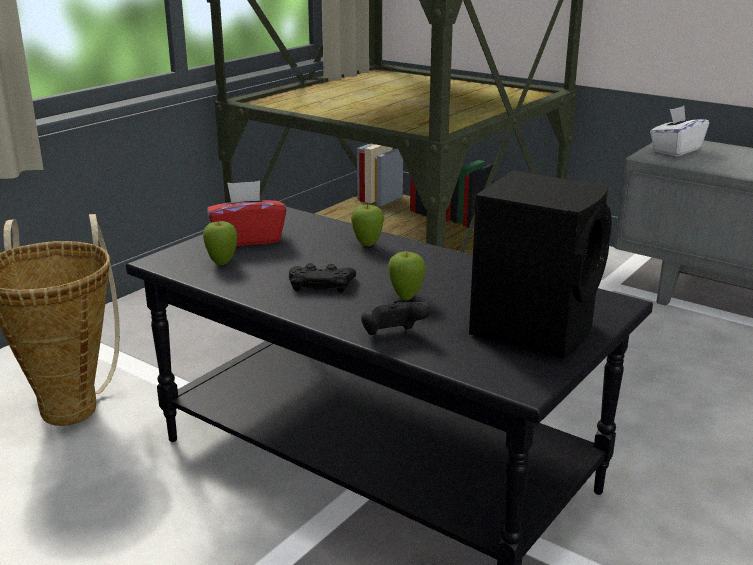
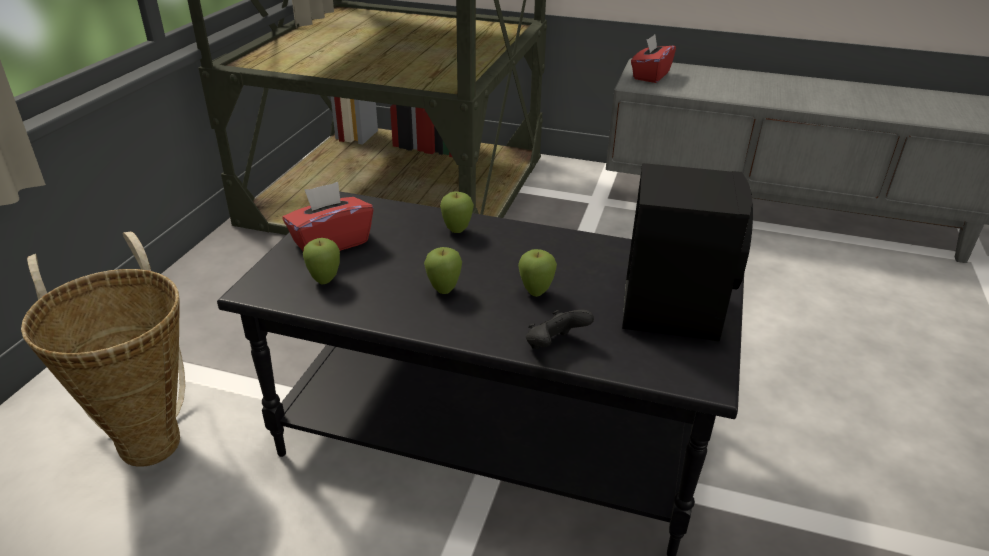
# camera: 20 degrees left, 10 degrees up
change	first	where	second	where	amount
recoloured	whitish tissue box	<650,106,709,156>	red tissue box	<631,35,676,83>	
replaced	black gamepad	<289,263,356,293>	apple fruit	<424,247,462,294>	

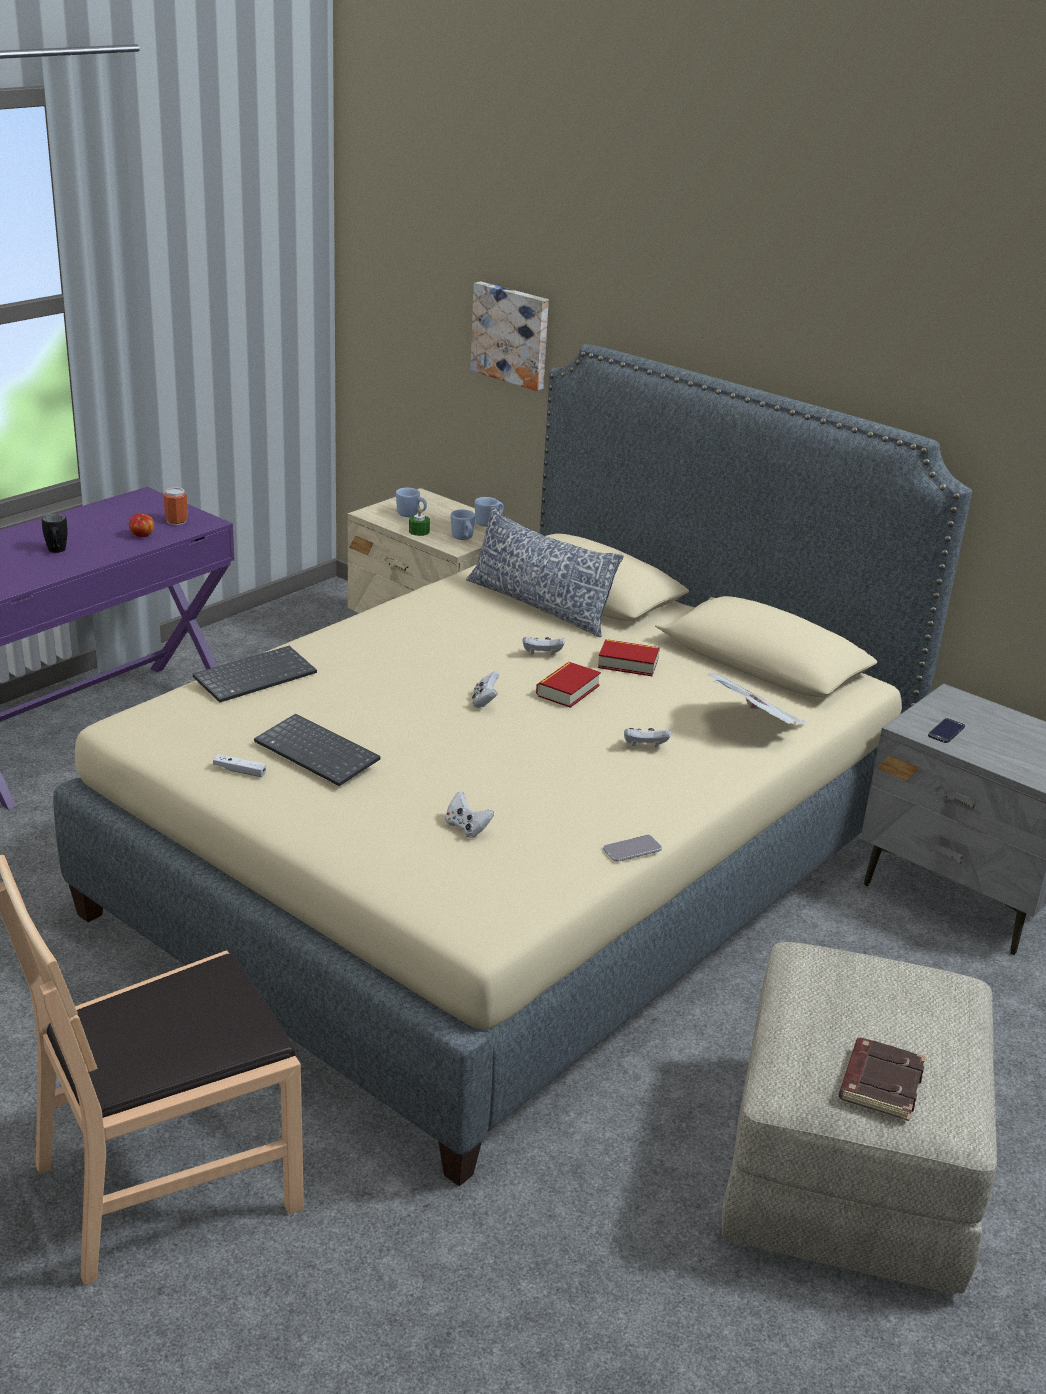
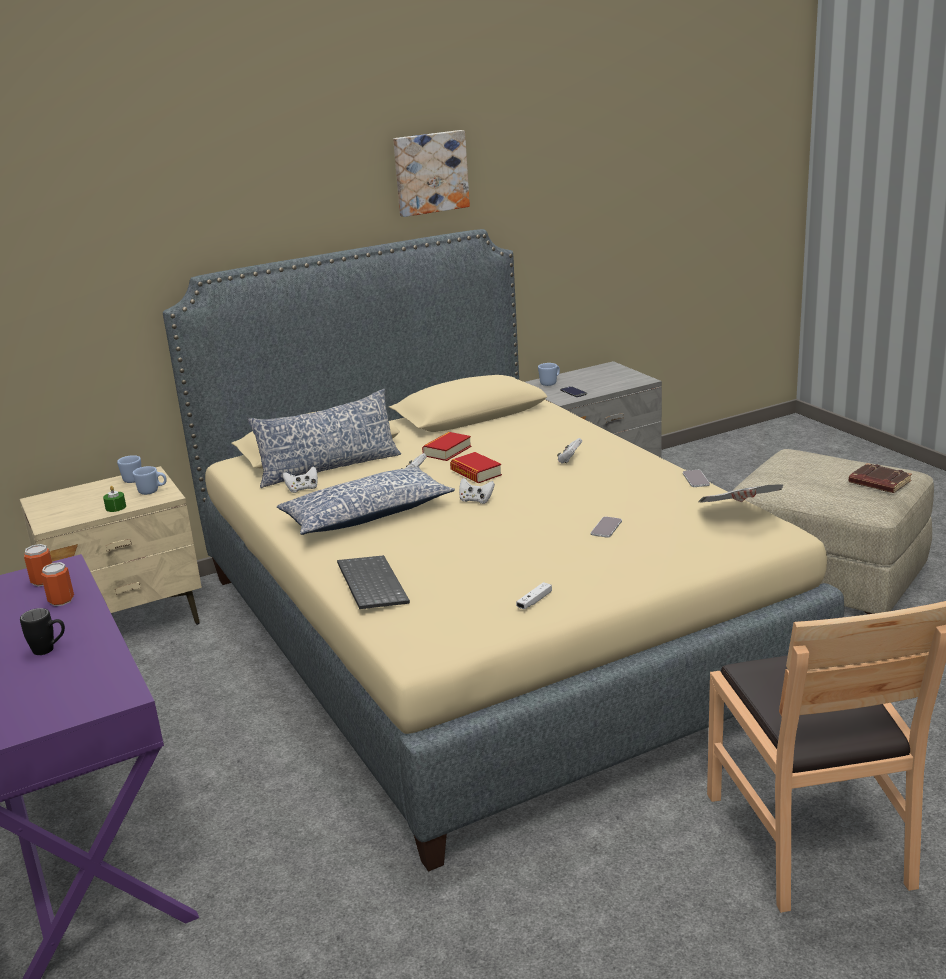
# camera: 65 degrees left, 5 degrees down
change	first	where	second	where	amount
moved	wall art	<470,281,549,391>		<393,130,470,217>	
moved	blue tea mug	<396,488,427,517>		<538,363,560,386>	
replaced	apple fruit	<129,514,154,537>	metal can	<41,562,74,606>	
moved	daily paper	<708,673,807,726>		<698,484,783,503>	
removed	keyboard	<254,714,381,786>			
moved	whitish gamepad	<445,791,494,838>		<283,466,318,493>	
added			cushion	<277,467,455,535>	
added			handset	<591,517,622,538>	

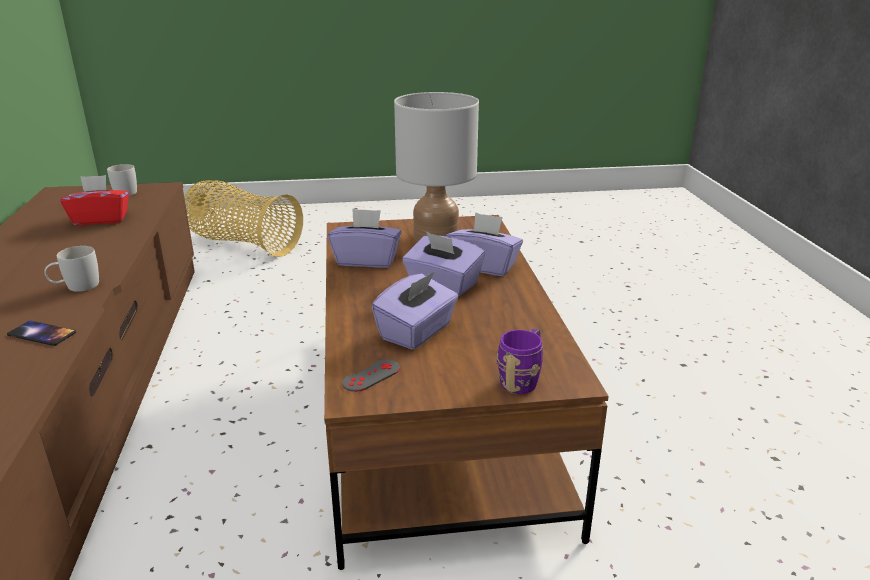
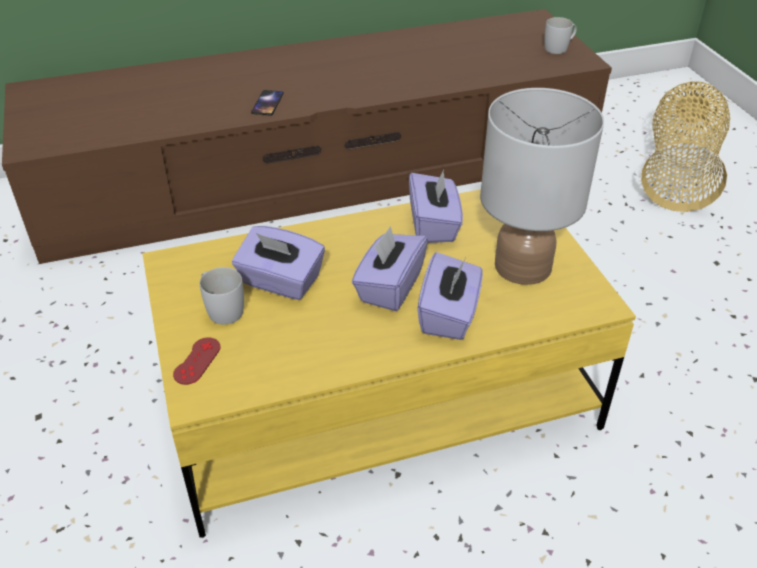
# camera: 80 degrees right, 15 degrees up
change	first	where	second	where	amount
removed	red tissue box	<60,175,129,225>			
recoloured	brownish lounge table	<324,215,609,570>	yellow lounge table	<142,189,636,538>	
moved	whitish tea mug	<44,246,99,292>		<200,267,244,325>	
replaced	purple tea mug	<496,329,543,394>	red gamepad	<173,337,221,385>	
removed	gray gamepad	<342,359,400,392>			

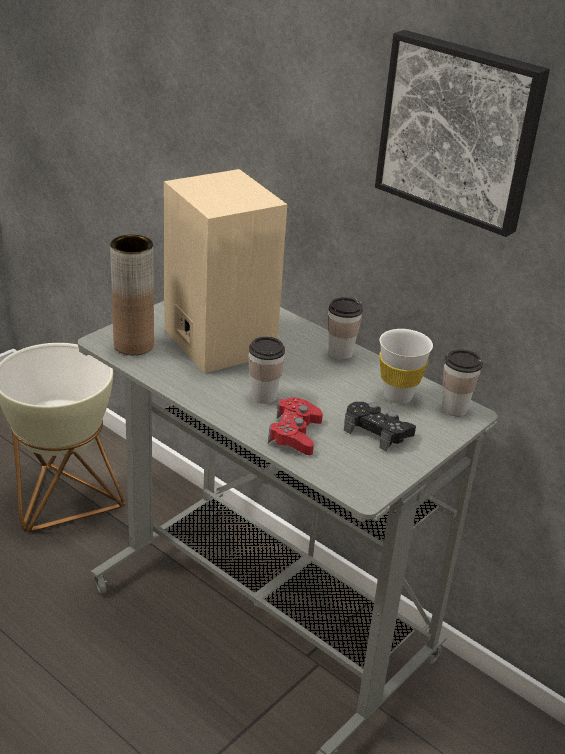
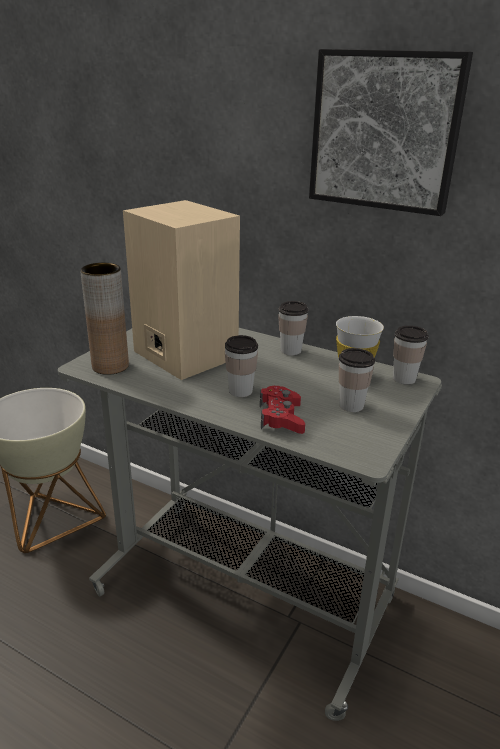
# camera: 10 degrees left, 5 degrees down
change	first	where	second	where	amount
replaced	black gamepad	<344,402,416,451>	small cup	<339,348,375,412>	

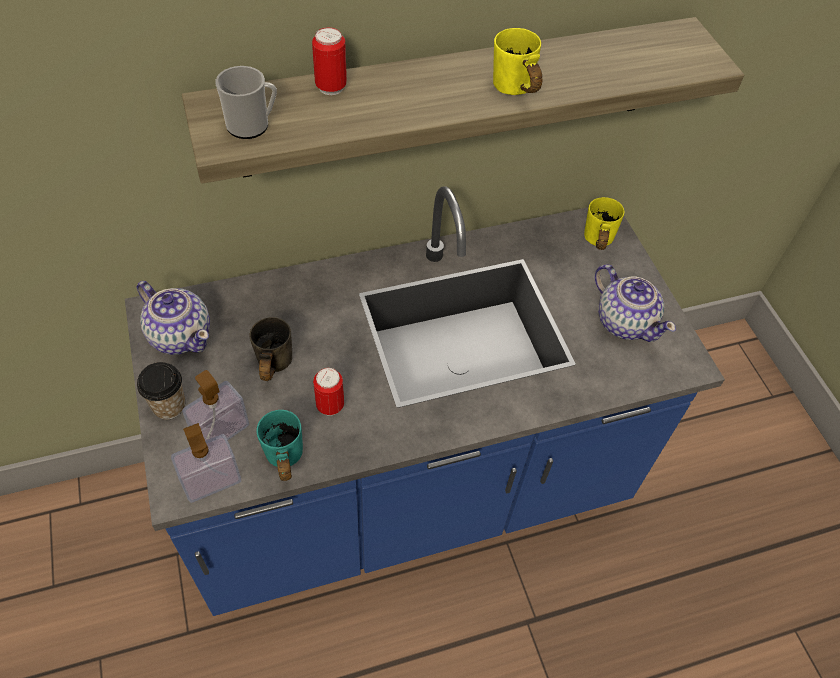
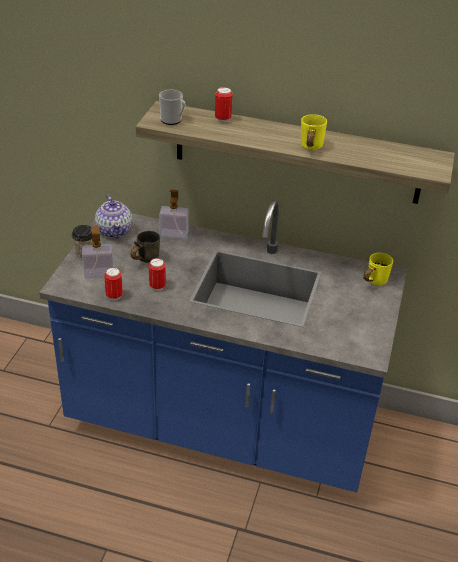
# camera: 35 degrees right, 15 degrees down
change	first	where	second	where	amount
removed	pot for tea	<595,264,676,342>			
replaced	turquoise-coloured tea mug	<256,410,303,481>	metal can	<104,267,123,300>	
moved	soap bottle	<171,423,241,503>		<159,190,189,239>	

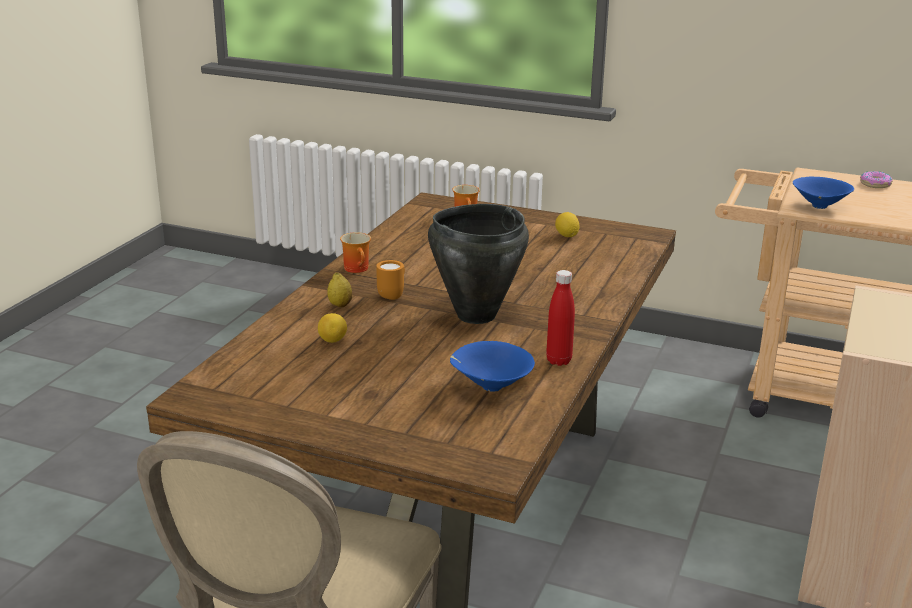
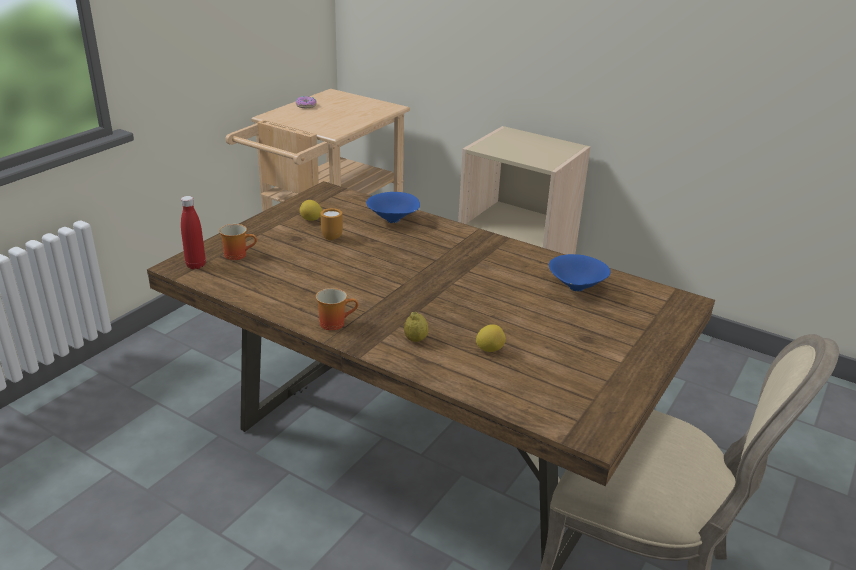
# camera: 80 degrees left, 5 degrees up
change	first	where	second	where	amount
moved	blue bowl	<793,177,854,209>		<366,192,420,223>	
removed	black cooking pot	<428,204,529,324>			
moved	orange-coloured tea mug	<376,260,405,300>		<320,208,343,240>	
moved	red bottle	<546,270,575,366>		<181,196,206,269>	

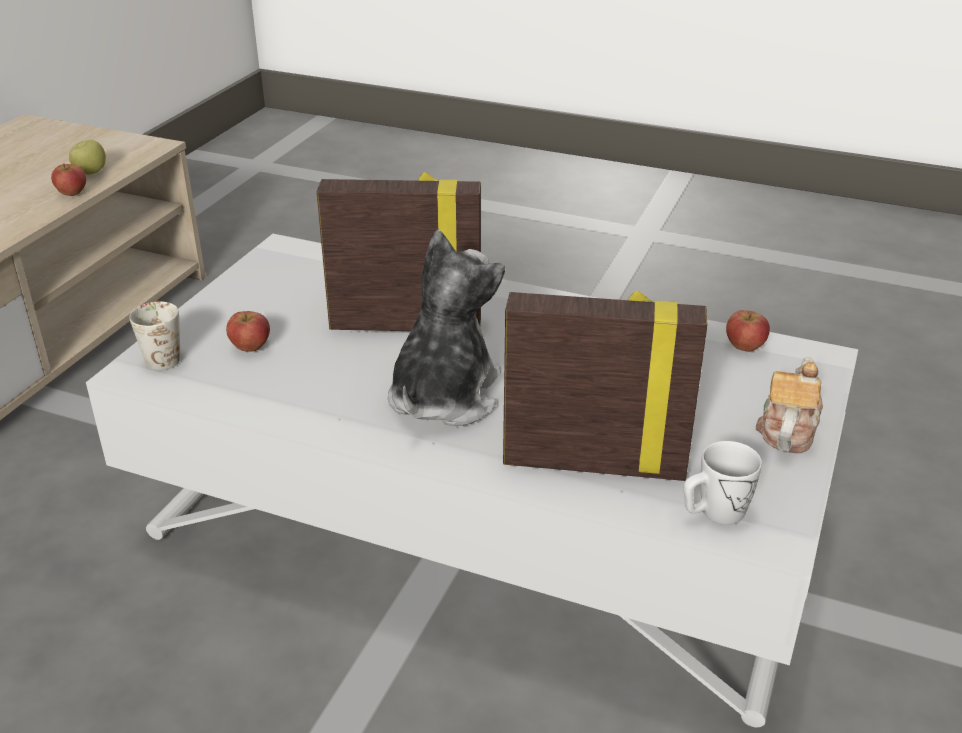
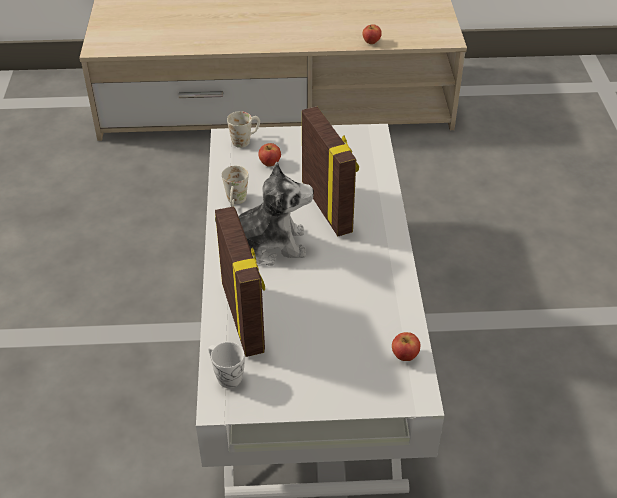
# camera: 65 degrees right, 10 degrees up
change	first	where	second	where	amount
removed	apple fruit	<69,140,106,175>			
removed	pot for tea	<756,357,823,453>			
added			whitish tea mug	<222,166,249,207>	

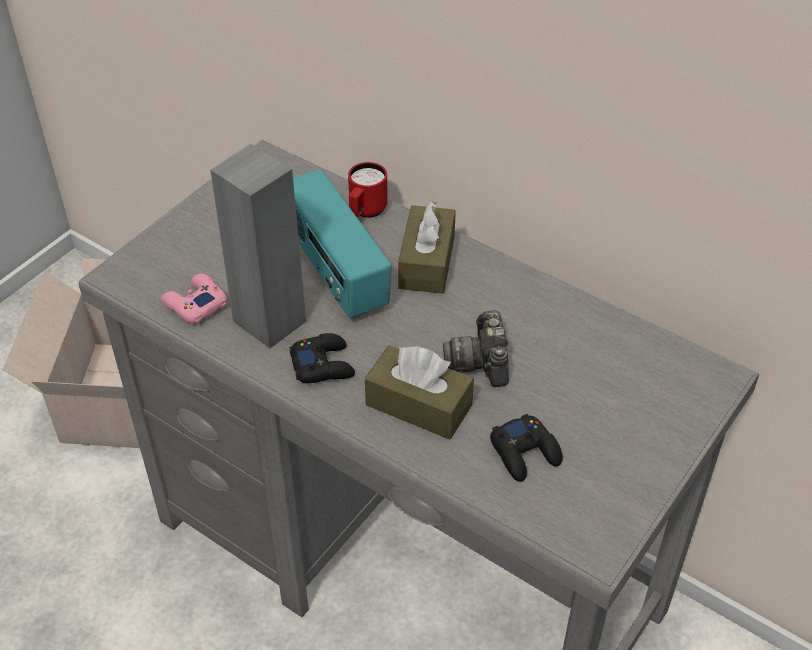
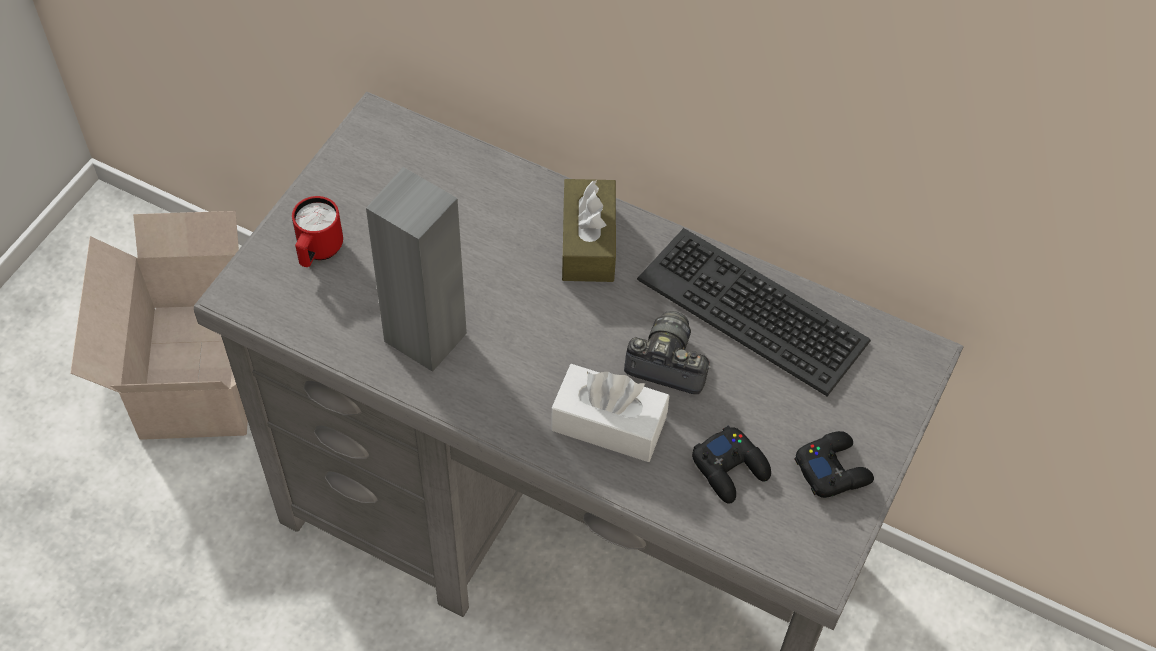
# camera: 10 degrees left, 10 degrees up
change	first	where	second	where	amount
moved	red tea mug	<348,162,388,218>		<292,196,343,267>	
removed	radio	<293,169,392,319>			
removed	pink-coloured gamepad	<161,274,227,323>			
turned	photo camera	<443,310,509,387>		<624,311,712,394>	120 degrees clockwise
moved	black gamepad	<289,333,355,383>		<795,431,874,498>	
recoloured	brownish tissue box	<365,345,474,440>	whitish tissue box	<551,364,669,462>	
added			keyboard	<637,228,871,396>	

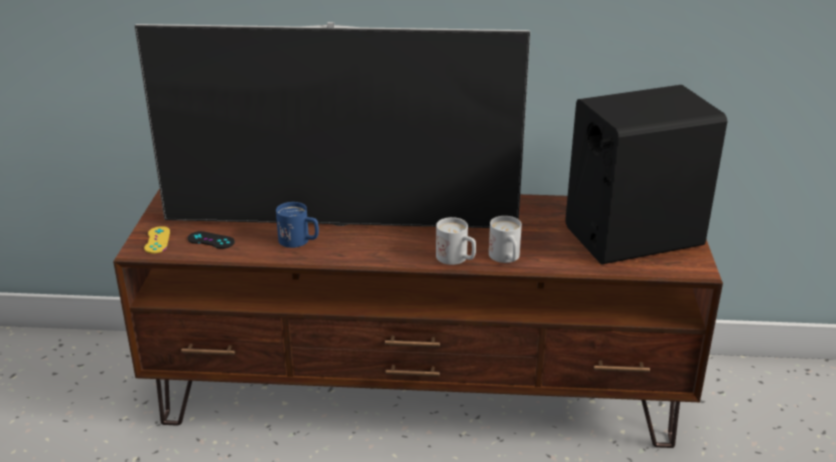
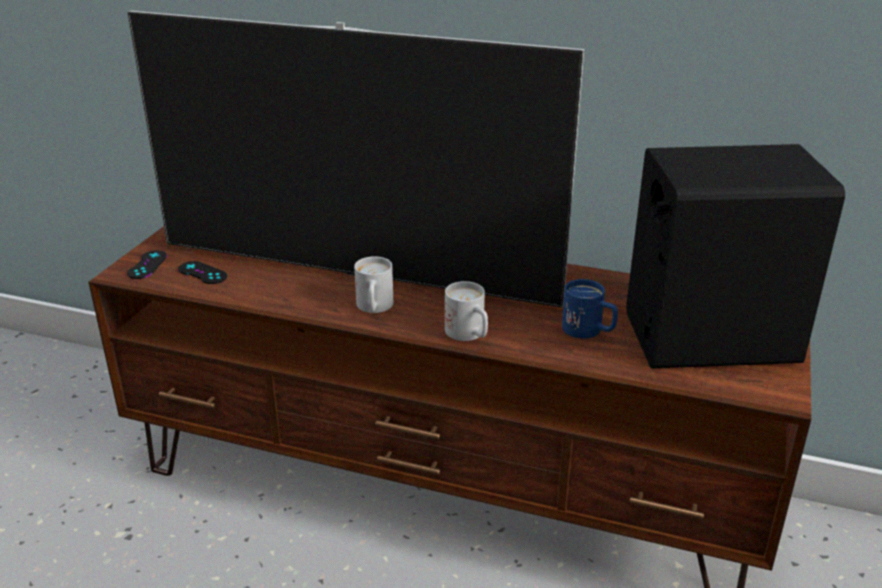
# camera: 15 degrees right, 0 degrees up
change	first	where	second	where	amount
moved	blue tea mug	<276,202,319,248>		<562,279,618,338>	
moved	whitish tea mug	<489,216,522,263>		<354,256,393,313>	
recoloured	yellow gamepad	<144,226,170,253>	black gamepad	<127,250,167,279>	

